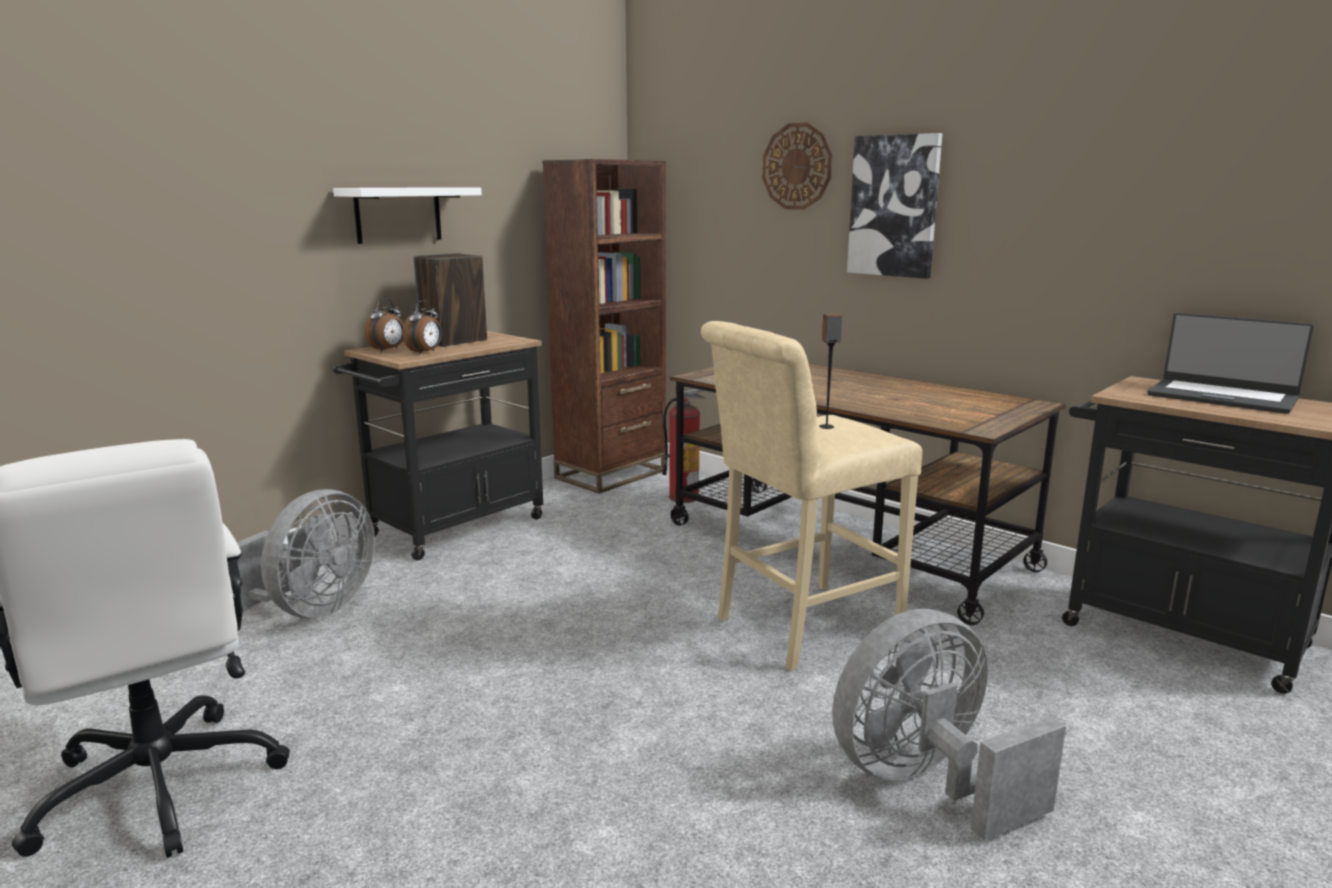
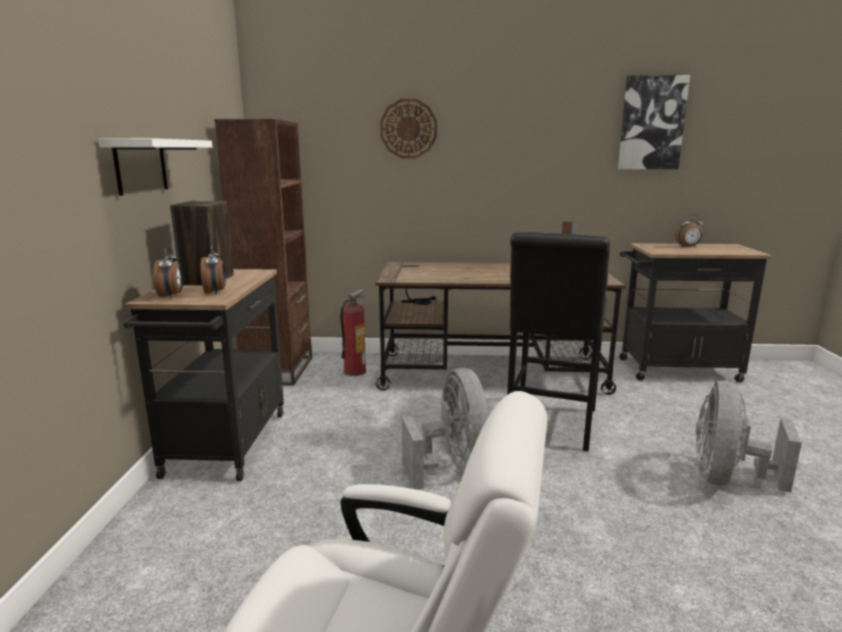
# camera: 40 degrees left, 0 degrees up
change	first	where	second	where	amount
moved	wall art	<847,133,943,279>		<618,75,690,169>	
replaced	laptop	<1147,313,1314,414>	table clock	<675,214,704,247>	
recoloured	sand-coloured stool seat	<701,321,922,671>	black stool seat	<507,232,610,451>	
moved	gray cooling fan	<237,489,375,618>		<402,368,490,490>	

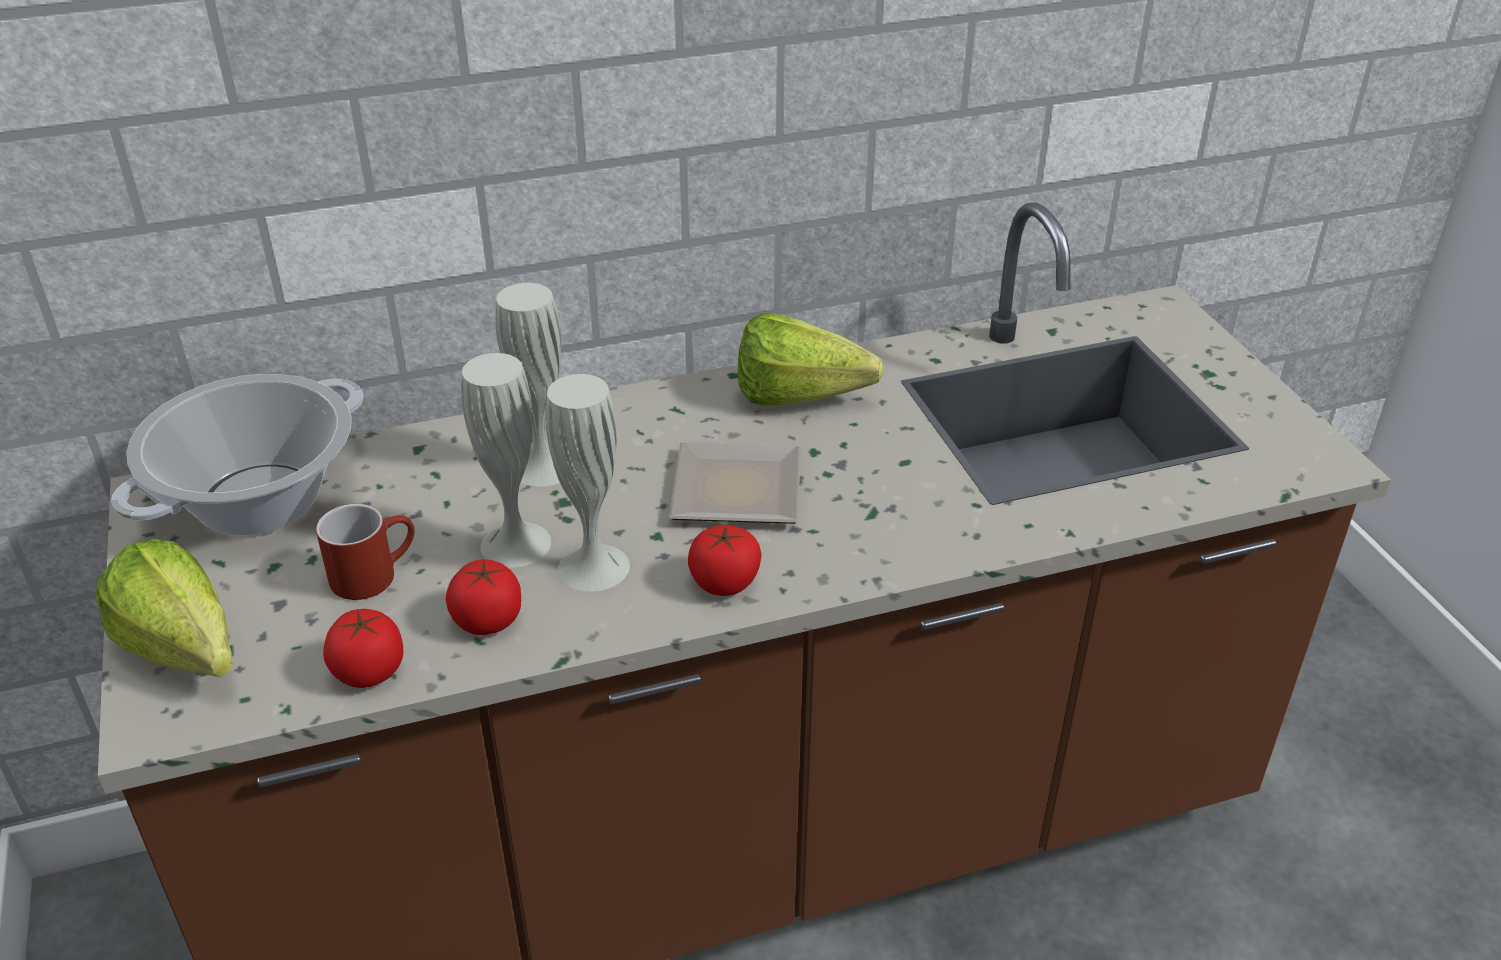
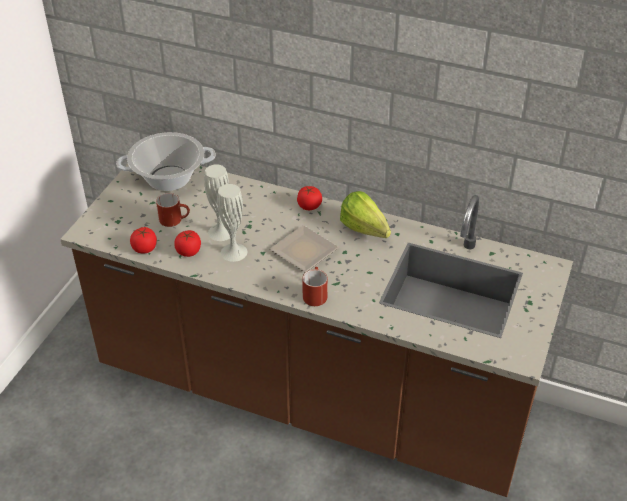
# camera: 40 degrees right, 5 degrees up
change	first	where	second	where	amount
removed	whitish vase	<495,283,561,487>			
moved	whole tomato	<688,525,762,596>		<297,186,322,210>	
removed	lettuce	<96,539,233,677>			
added			red tea mug	<302,267,328,306>	

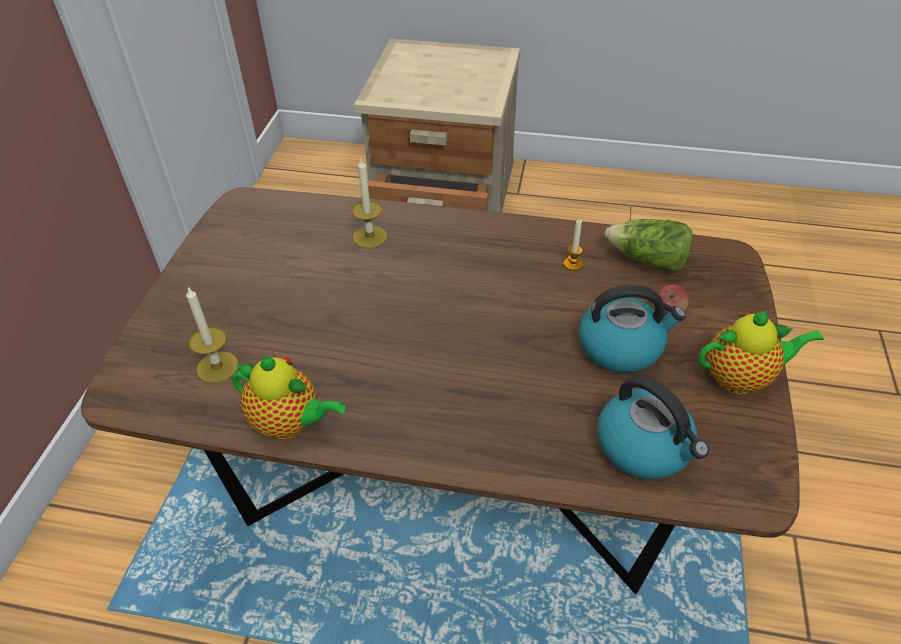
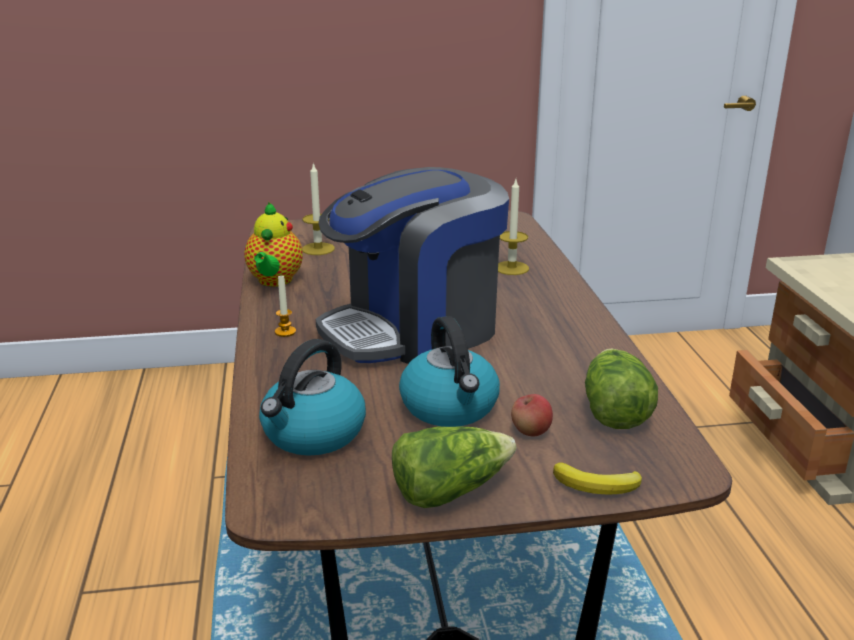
# camera: 70 degrees right, 20 degrees down
change	first	where	second	where	amount
moved	wax candle	<564,220,583,271>		<275,276,296,337>	
replaced	pot for tea	<698,310,824,394>	lettuce	<392,426,516,508>	
added			coffee maker	<316,167,509,364>	
added			banana	<553,462,642,495>	

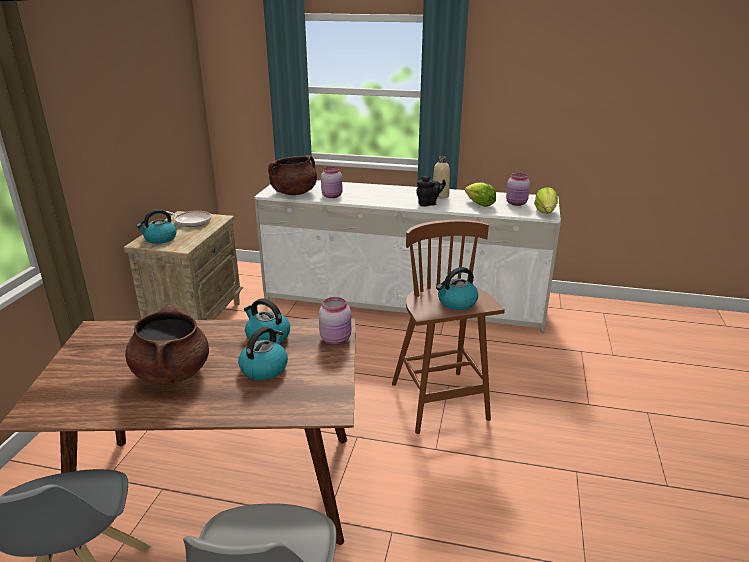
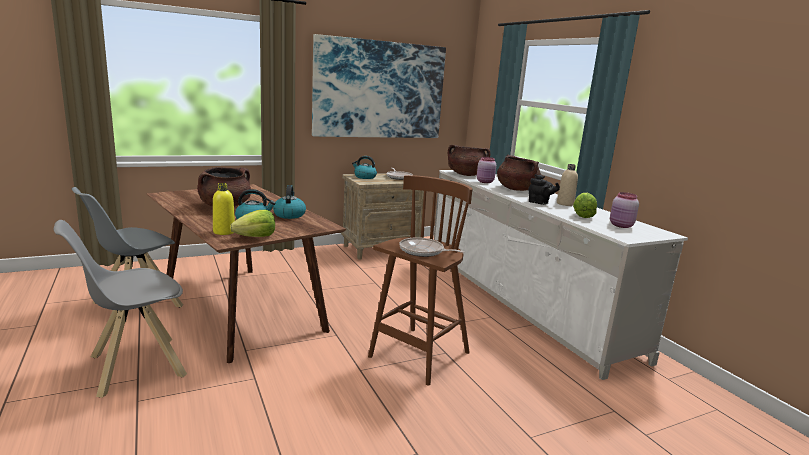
# camera: 50 degrees right, 10 degrees down
change	first	where	second	where	amount
moved	lettuce	<534,187,558,214>		<230,210,275,237>	
replaced	tea kettle	<436,267,478,310>	frying pan	<399,237,465,257>	
removed	pink-coloured preserve jar	<319,297,351,345>			
added			wall art	<312,34,446,138>	
added			brownish cooking pot	<497,155,541,191>	
added			yellow bottle	<213,183,235,235>	

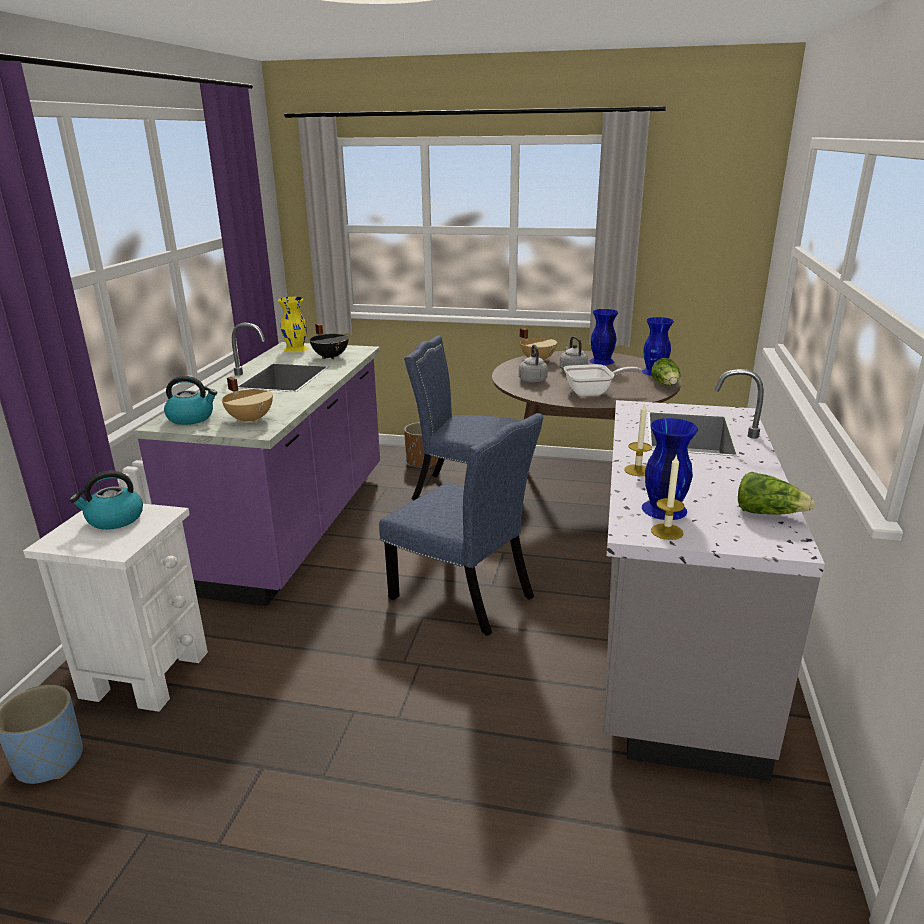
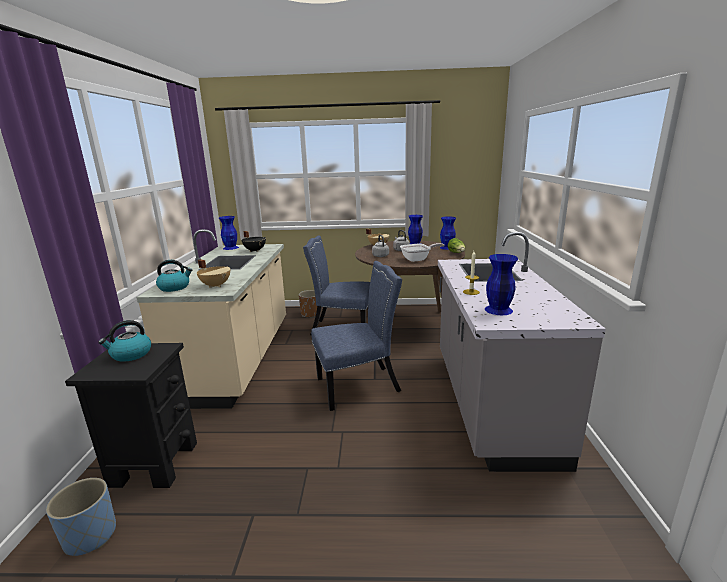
# camera: 10 degrees left, 5 degrees down
change	first	where	second	where	amount
recoloured	yellow vase	<278,297,308,352>	blue vase	<219,216,239,250>	
recoloured	purple counter	<134,323,380,606>	sand-coloured counter	<136,229,286,409>	
turned	blue plain chair	<379,413,544,636>		<311,261,402,411>	45 degrees counterclockwise
removed	wax candle	<651,454,685,540>			
removed	lettuce	<738,472,815,514>			
recoloured	whitish bedside table	<23,504,208,712>	black bedside table	<65,343,197,488>	

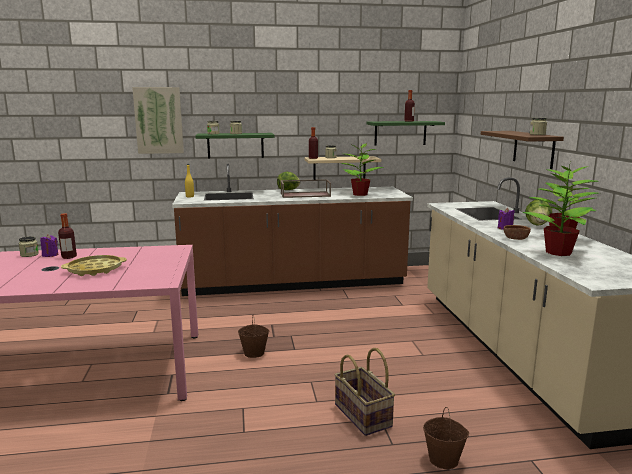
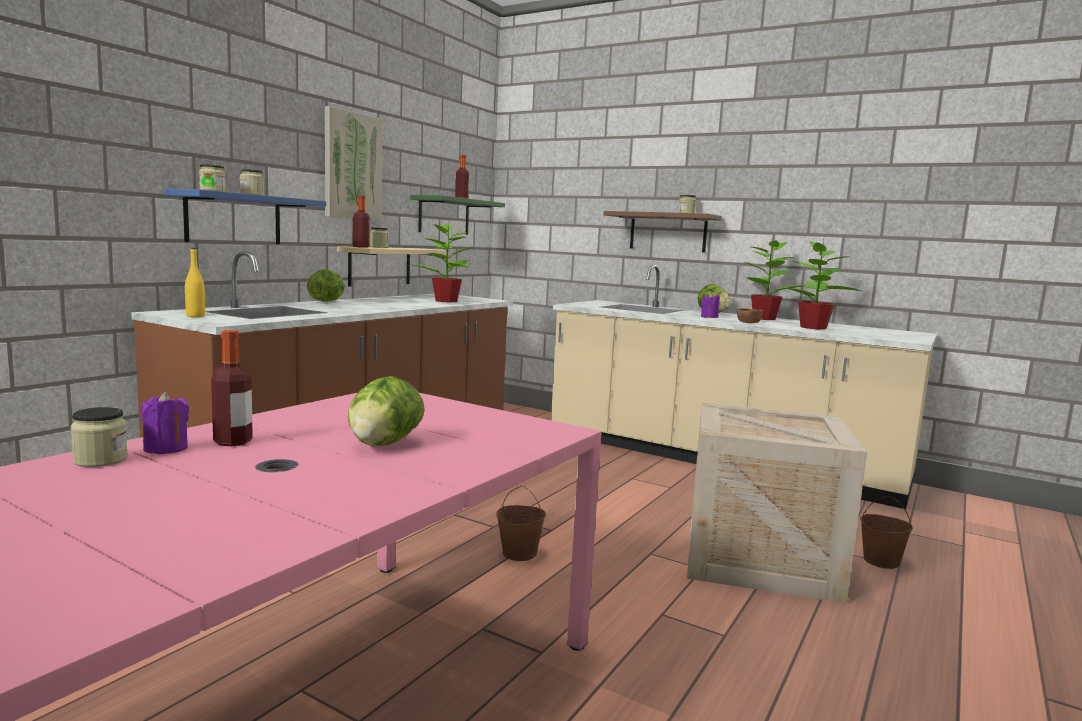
# camera: 50 degrees left, 5 degrees down
change	first	where	second	where	amount
moved	wall art	<132,87,184,154>		<325,106,383,220>	
recoloured	green-coloured wall shelf	<196,133,275,159>	blue wall shelf	<164,189,326,244>	
removed	brownish tray	<281,179,331,198>			
replaced	yellow tray	<61,255,127,276>	lettuce	<348,376,425,447>	
replaced	storage basket	<335,348,395,436>	shipping crate	<687,403,867,603>	

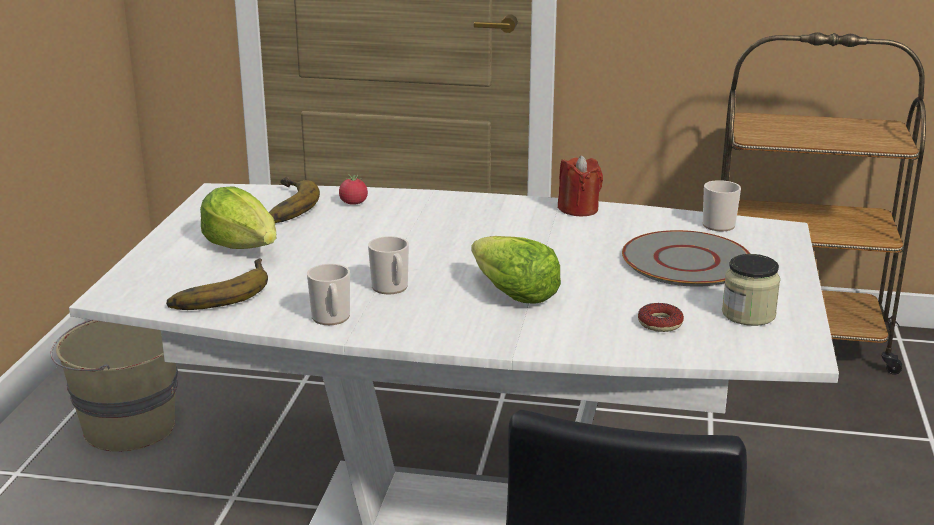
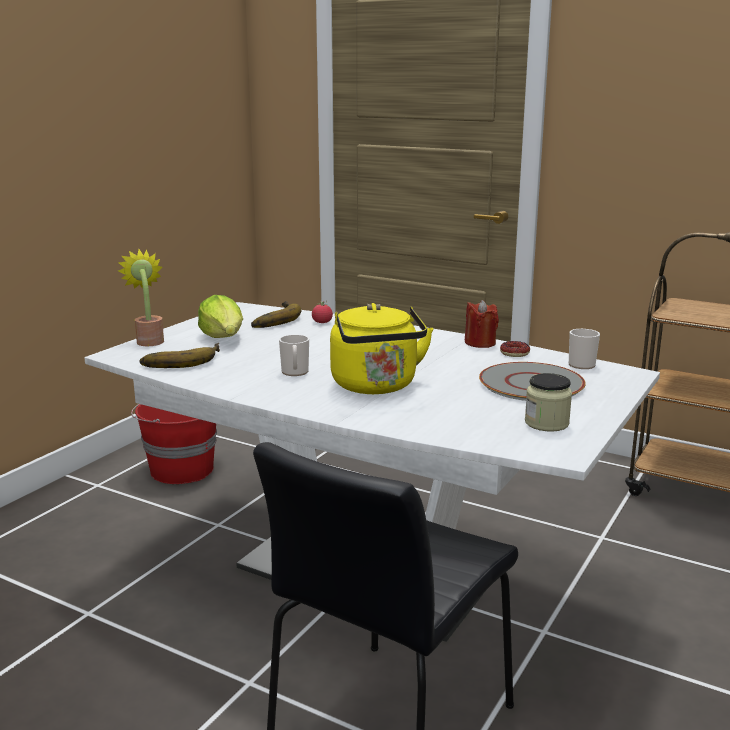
# camera: 20 degrees right, 5 degrees down
change	first	where	second	where	amount
replaced	lettuce	<471,236,561,304>	yellow tea kettle	<330,303,434,394>	
removed	tea mug	<307,264,350,325>			
moved	ring doughnut	<638,303,684,332>		<500,341,530,357>	
recoloured	sand-coloured water bucket	<50,320,178,452>	red water bucket	<131,404,217,484>	
added			potted plant	<118,249,164,346>	

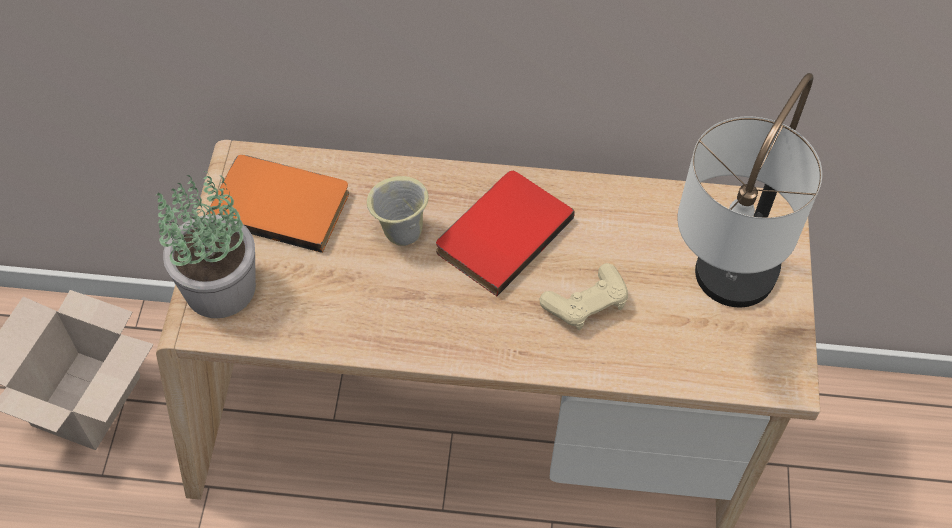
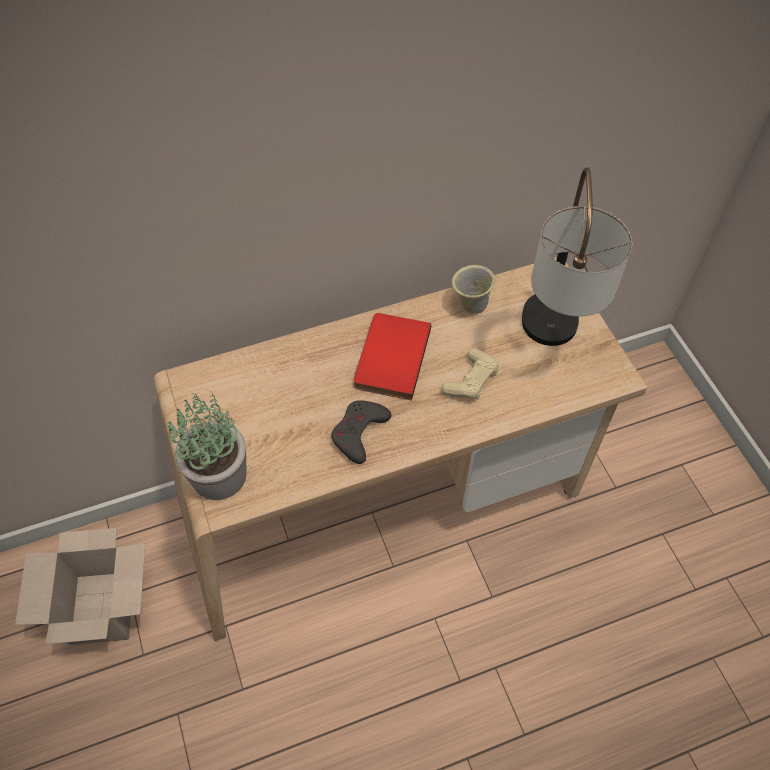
# camera: 25 degrees left, 0 degrees up
change	first	where	second	where	amount
removed	orange-coloured book	<206,155,349,253>			
moved	sand-coloured tea mug	<367,176,429,246>		<452,265,495,314>	
added			gray gamepad	<331,400,391,464>	

